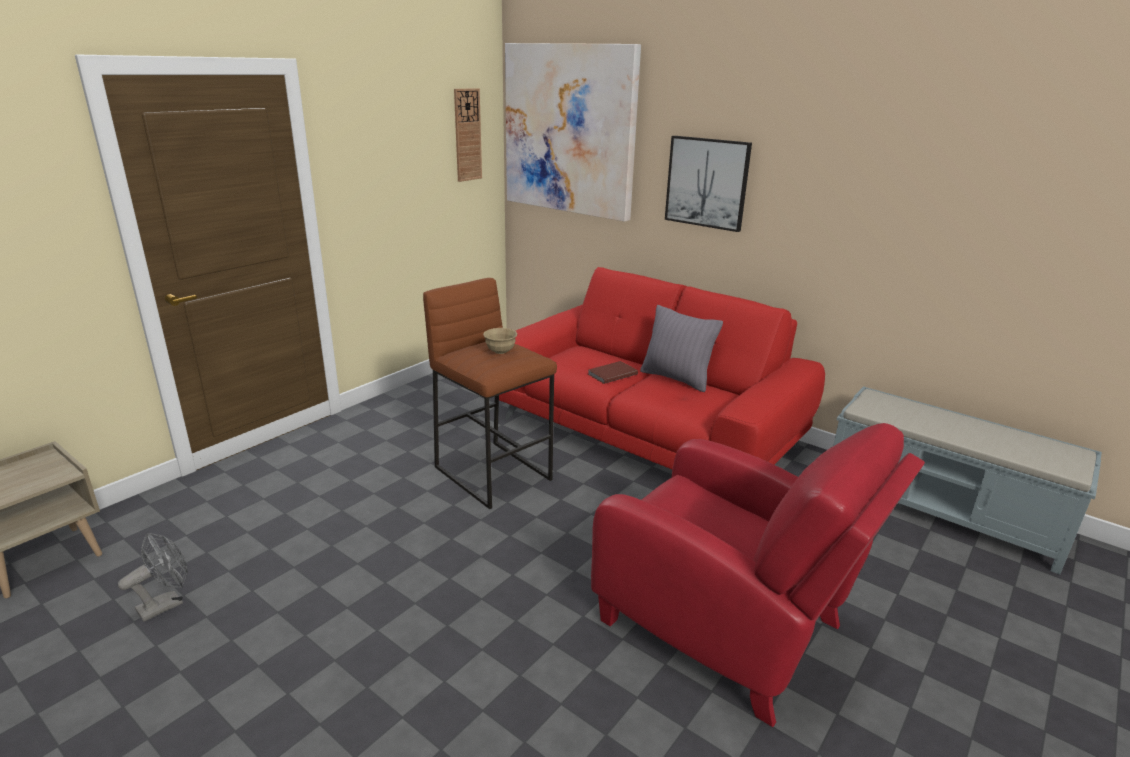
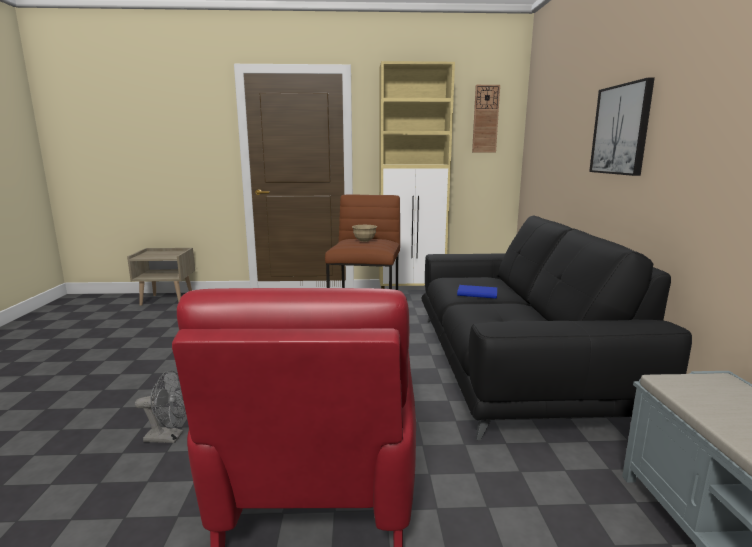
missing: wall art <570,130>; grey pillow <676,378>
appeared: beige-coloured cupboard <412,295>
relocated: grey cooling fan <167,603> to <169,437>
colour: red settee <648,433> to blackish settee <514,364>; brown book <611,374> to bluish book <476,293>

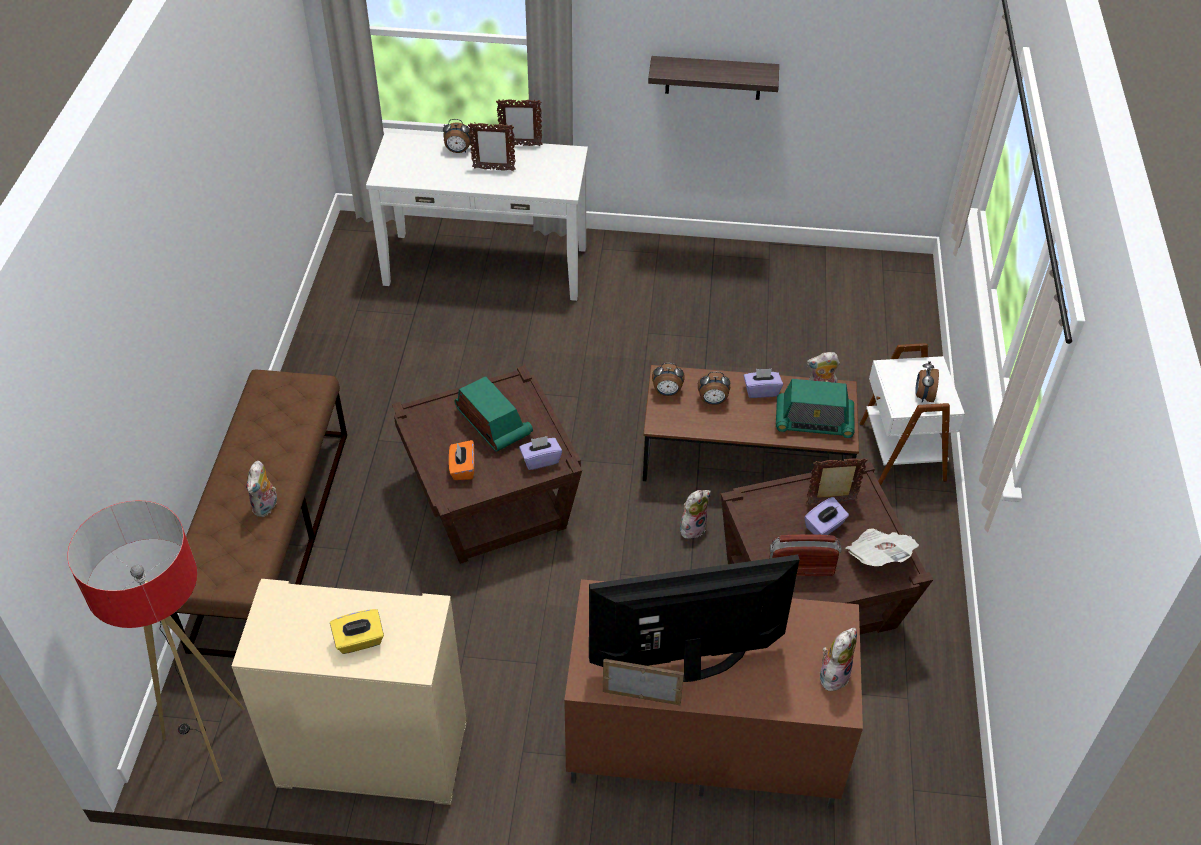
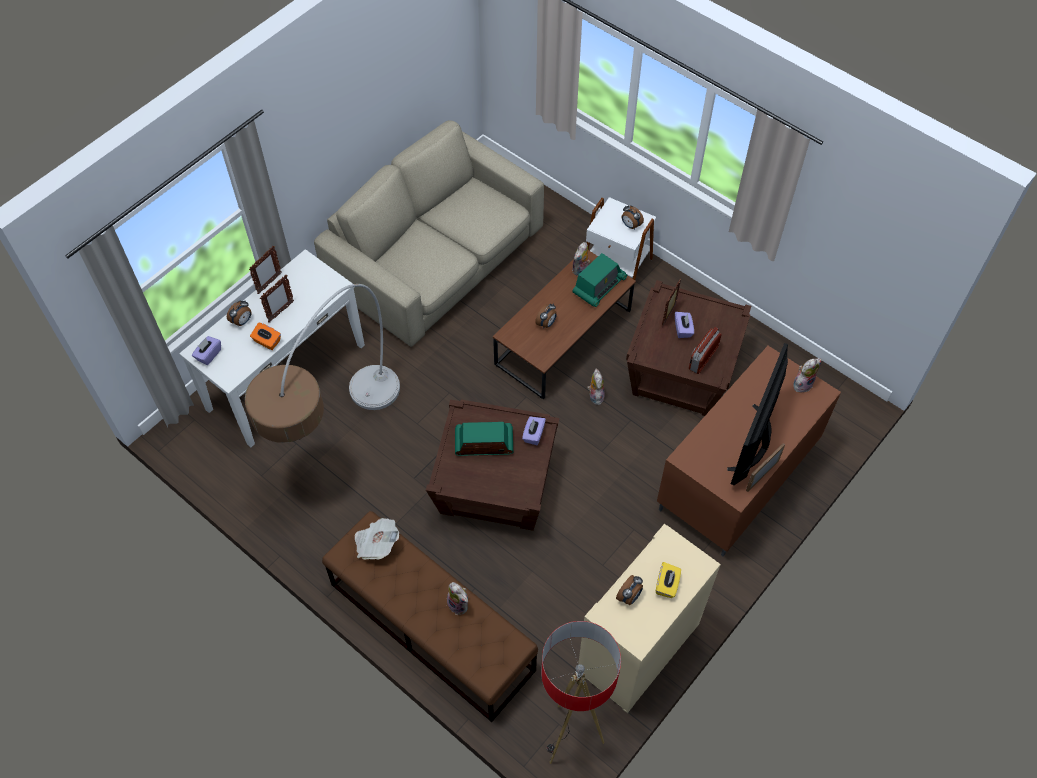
missing: bracket shelf <713,78>
appeared: standing lamp <337,442>; beige-coloured settee <436,257>
relocated: purple-coloured box of tissues <761,391> to <208,355>; orangey box of tissues <462,468> to <267,342>; printed paper <878,557> to <376,544>; table clock <667,392> to <629,597>
spun: plush toy <833,674> = <802,383> 75 degrees clockwise

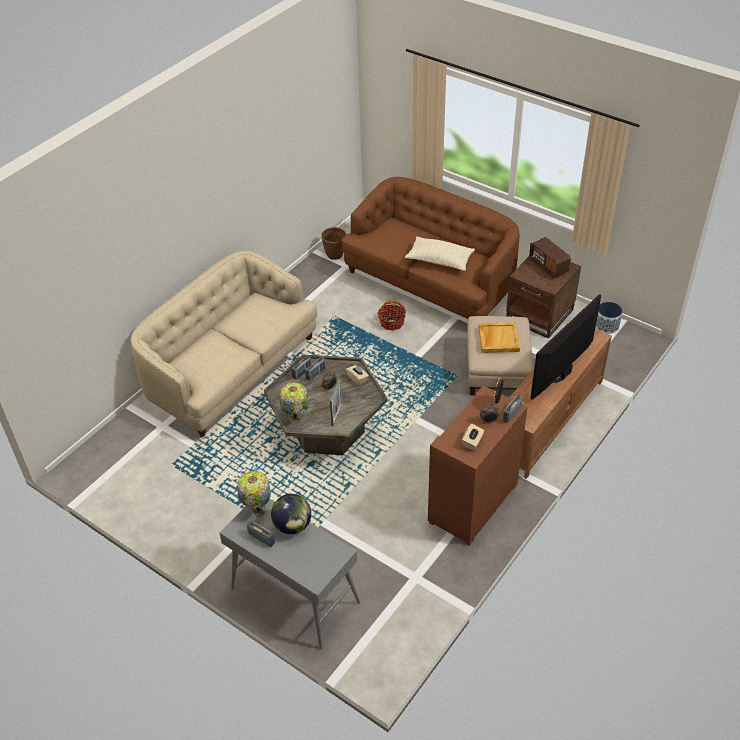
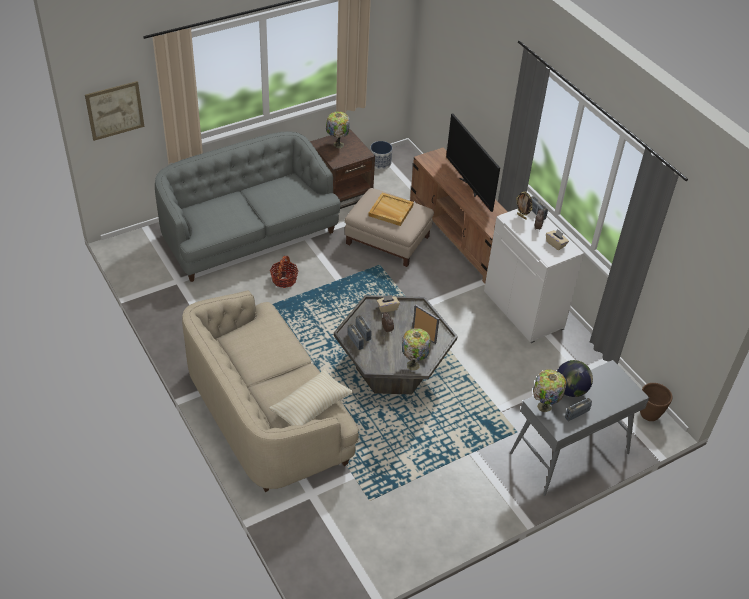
appeared: wall art <115,110>
relocated: beige-coloured pillow <440,260> to <311,407>; brown flower pot <335,255> to <649,414>
exchanged: radio set <548,266> to tabletop lamp <337,144>
colour: brown settee <431,281> to grey settee <248,235>; brown cupboard <473,503> to whitish cupboard <524,310>

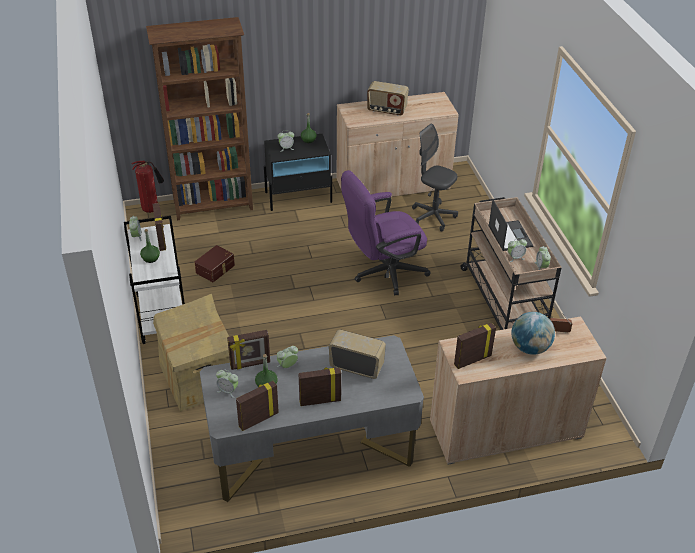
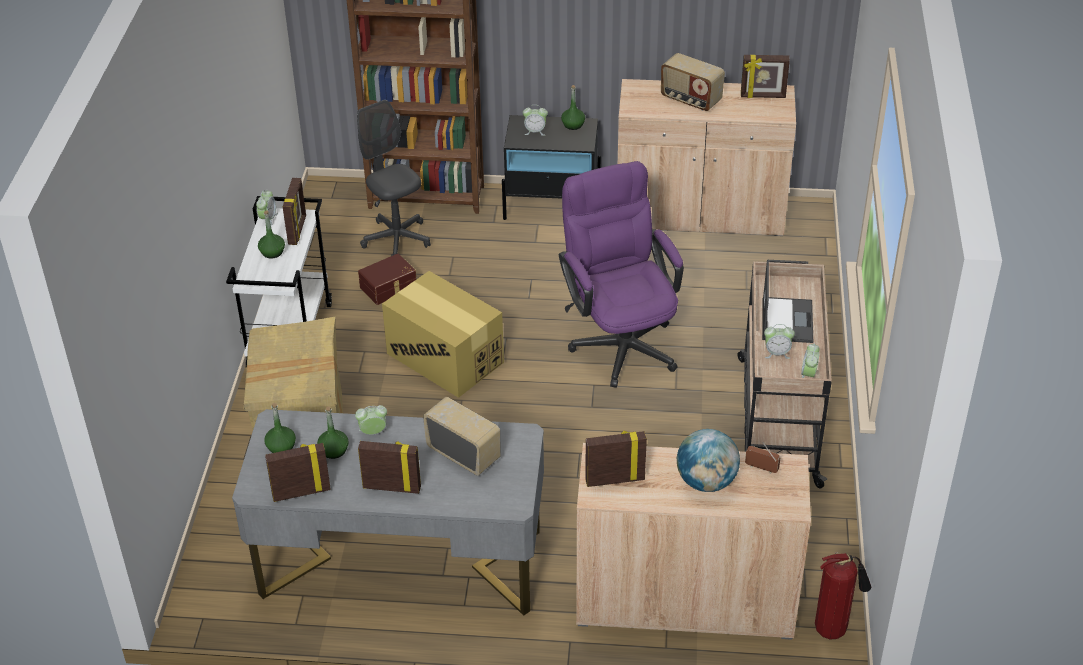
appeared: cardboard box <445,357>
relocated: grey desk chair <433,217> to <396,239>; standing frame <250,364> to <763,96>; fire extinguisher <152,208> to <833,629>
exchanged: table clock <228,391> to green drink bottle <281,447>
spun: purple-coloured desk chair <383,273> = <620,340> 75 degrees clockwise

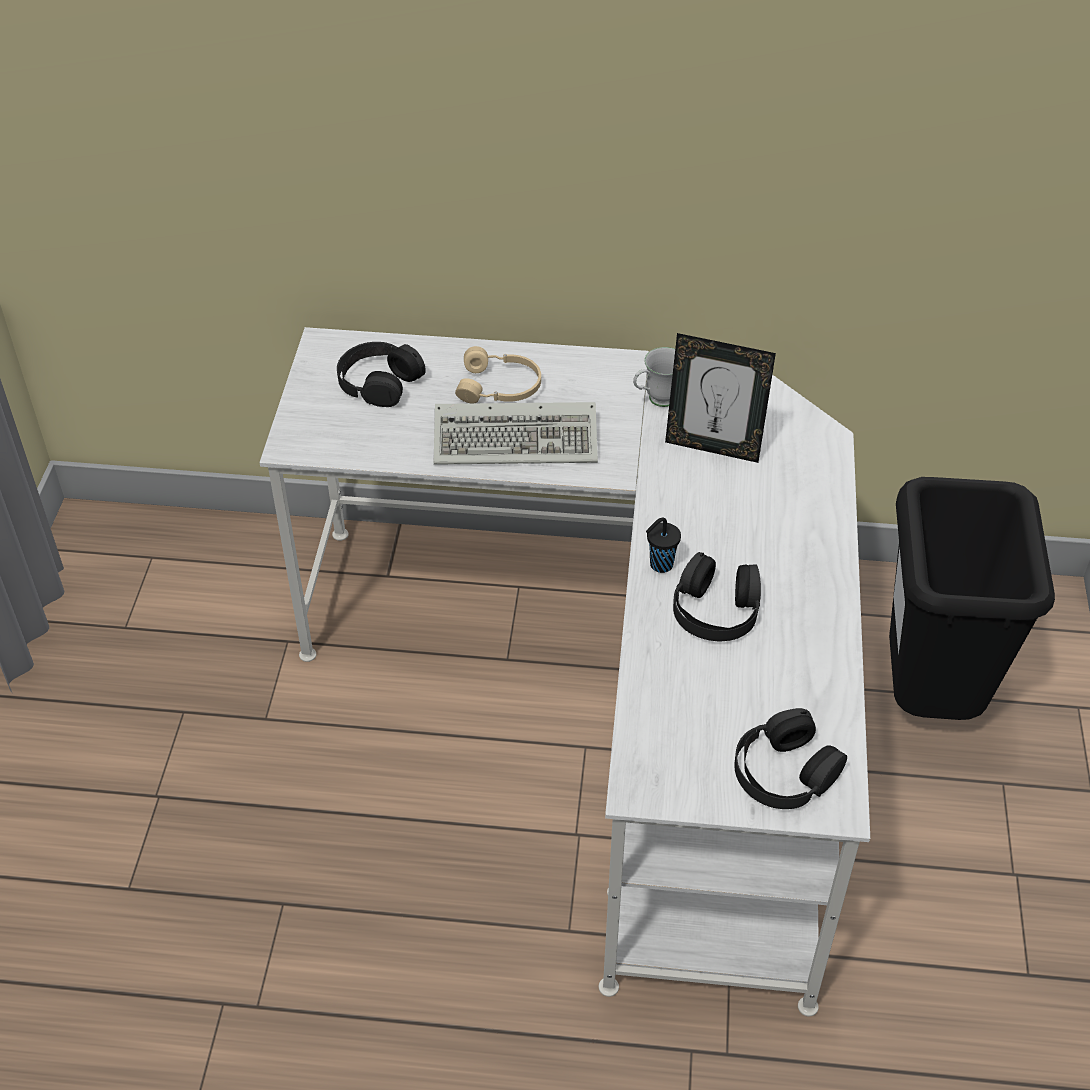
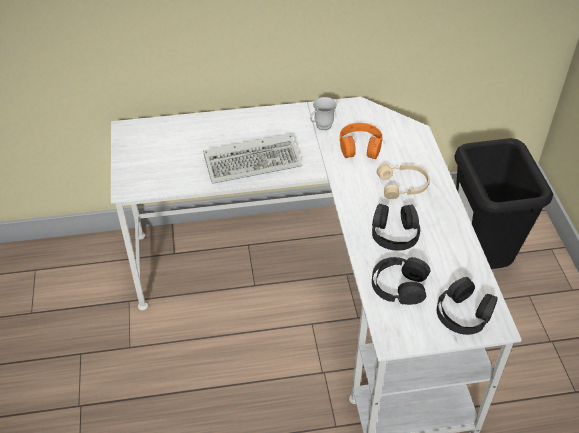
missing: blackish drinking cup <660,565>
relocated: blackish headphones <379,382> to <399,285>; beige-coloured headphones <500,388> to <403,186>
exchanged: standing frame <713,447> to orangey headphones <360,146>

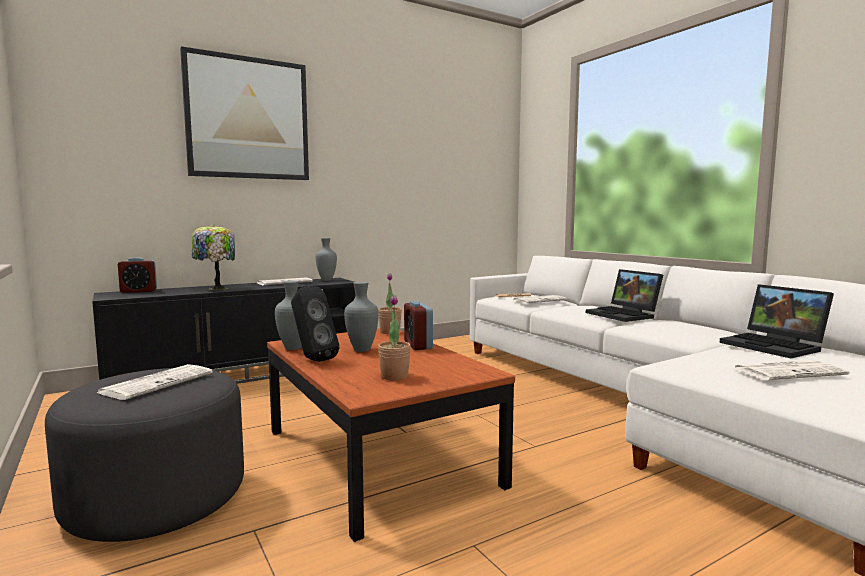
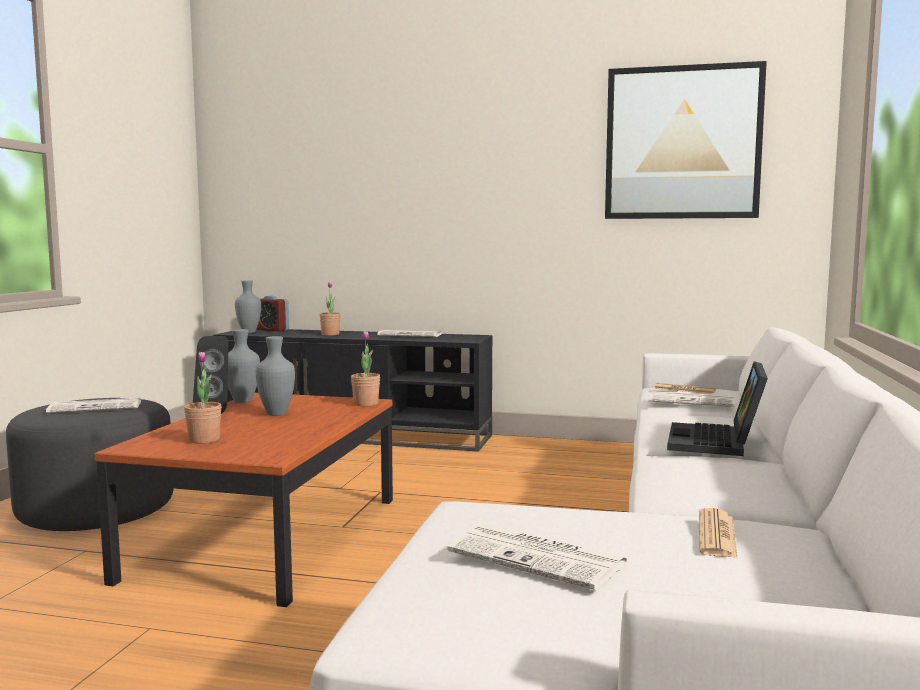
missing: table clock <418,345>
relocated: grey decorative vase <326,280> to <248,332>; wall art <248,118> to <682,143>
exchanged: tabletop lamp <216,288> to potted plant <330,334>; notebook computer <775,346> to printed paper <716,534>

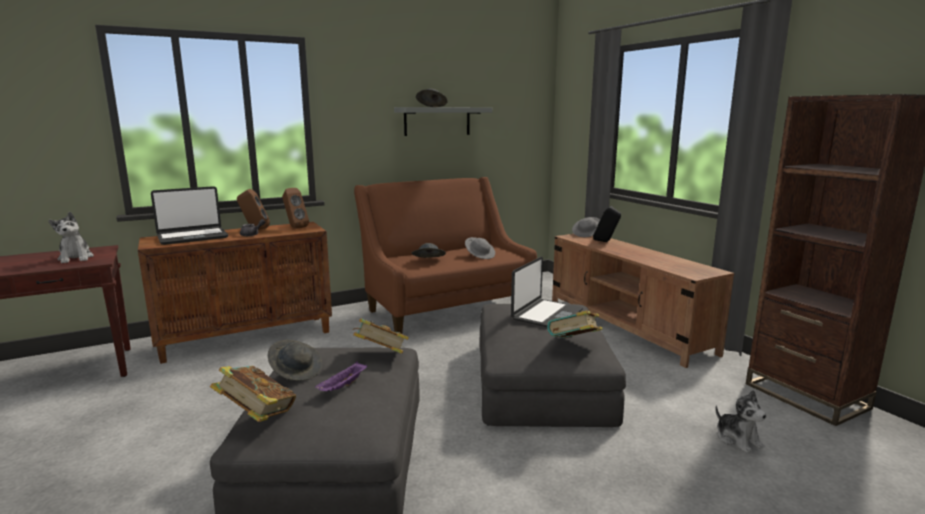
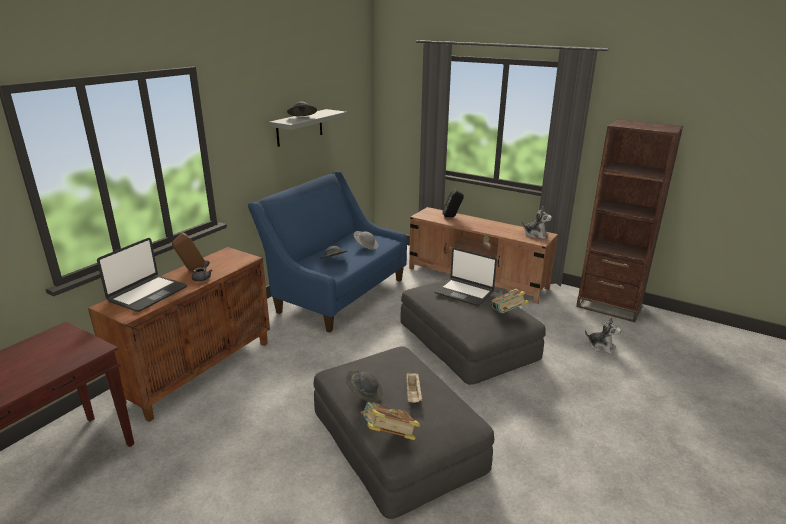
missing: brown audio speaker <295,228>; book <381,356>; grey clothing hat <587,234>
relocated: plush toy <76,258> to <535,235>
colour: brown settee <446,308> to bluish settee <336,293>; purple-coloured tray <343,387> to beige-coloured tray <413,394>
spun: notebook computer <546,315> = <464,292> 120 degrees clockwise

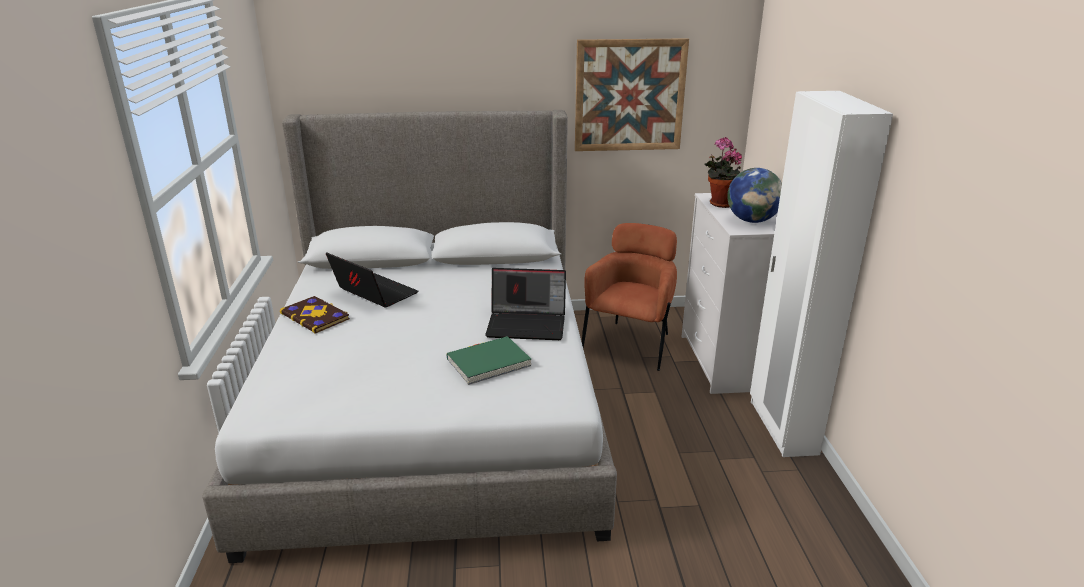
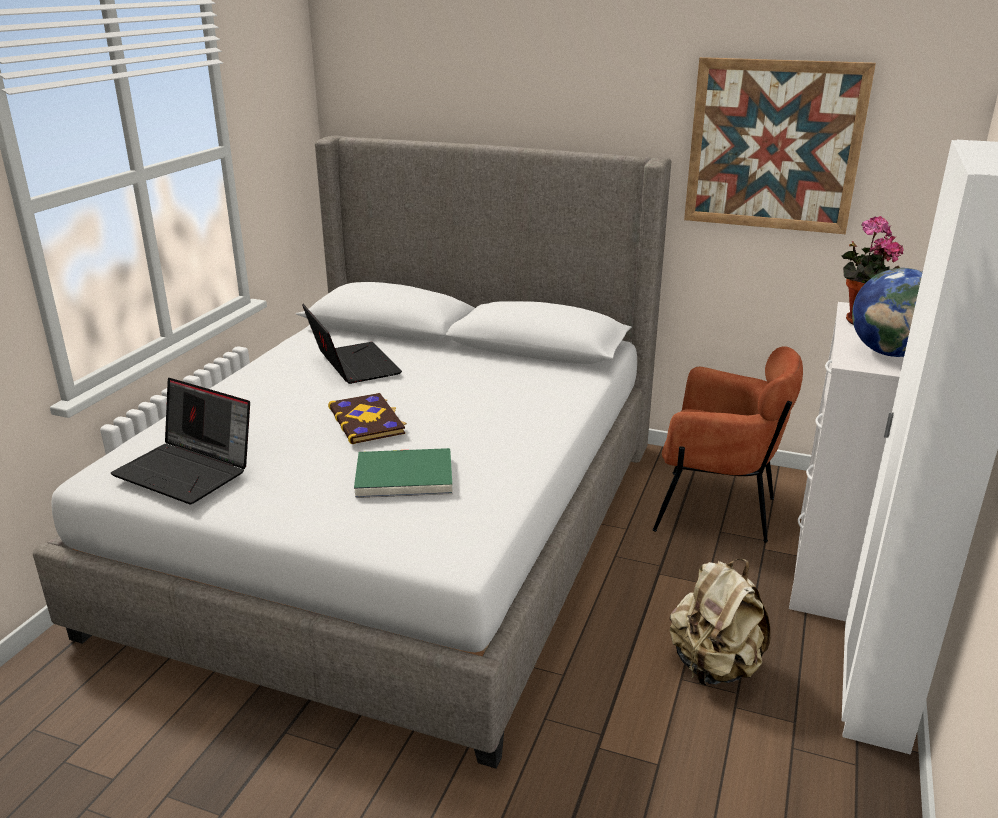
appeared: beige-coloured backpack <714,666>
relocated: notebook computer <527,324> to <188,470>; book <316,316> to <367,420>
spun: brown lounge chair <630,344> = <715,510> 60 degrees clockwise

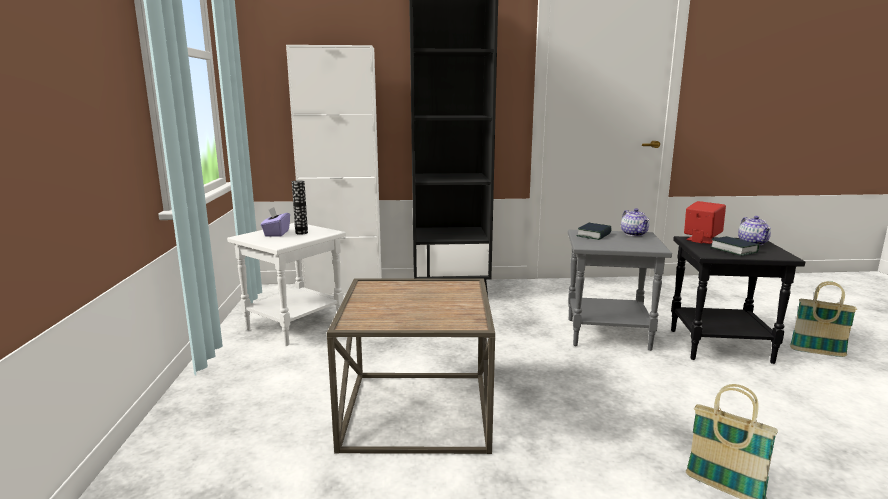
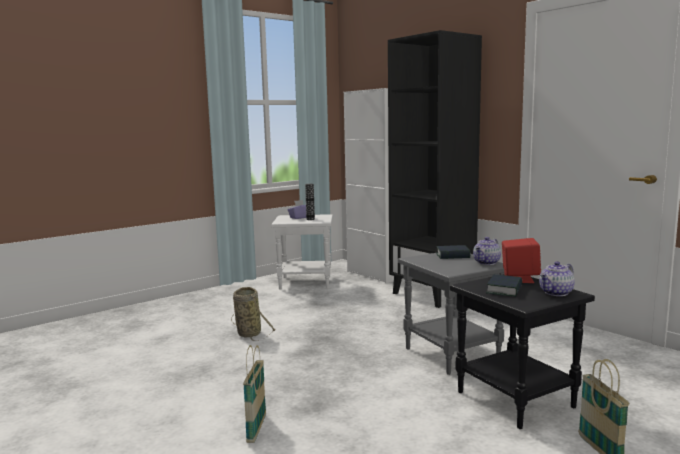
exchanged: brown accent table <415,410> to storage basket <248,333>

